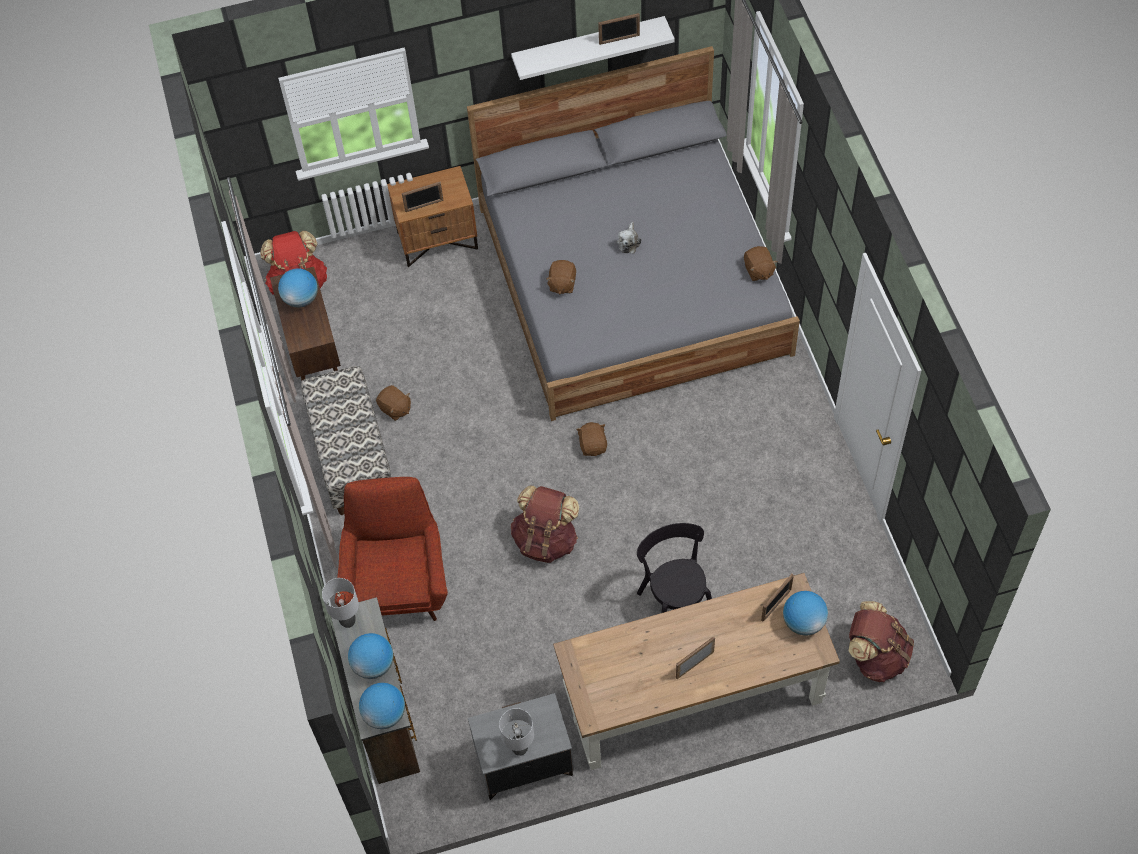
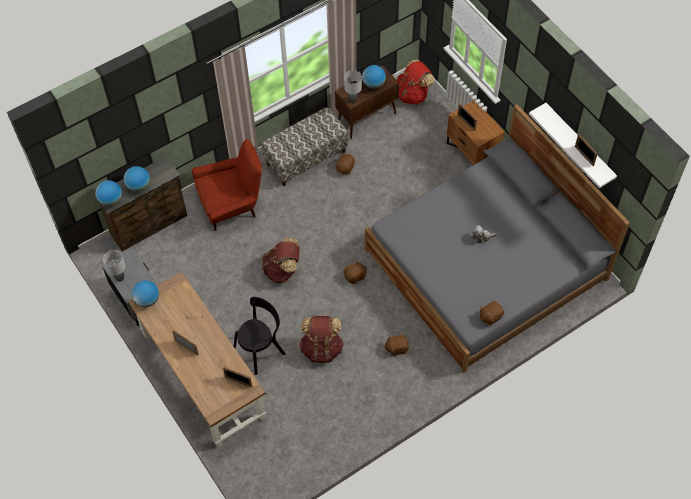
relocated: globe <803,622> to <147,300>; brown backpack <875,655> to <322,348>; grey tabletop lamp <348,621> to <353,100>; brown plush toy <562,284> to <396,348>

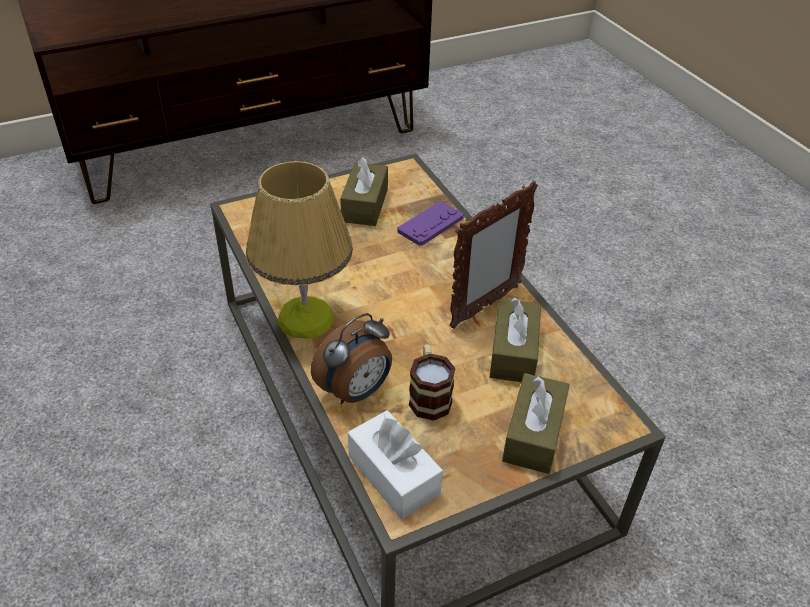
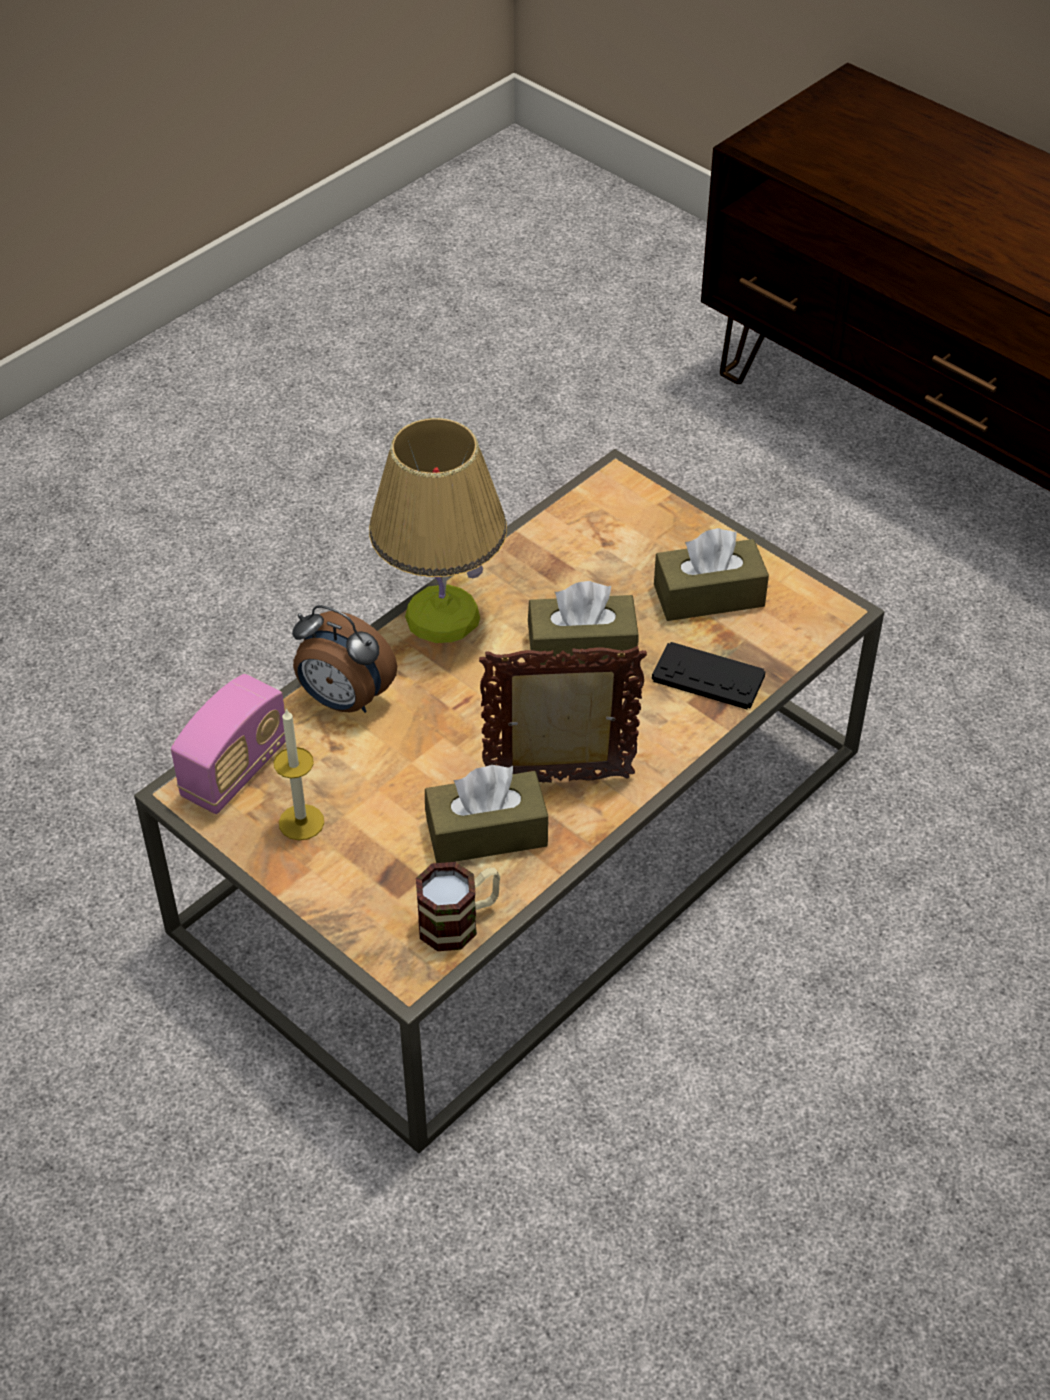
appeared: candle <301,822>
relocated: tea mug <429,395> to <460,921>; brown box of tissues <533,434> to <582,648>
exchanged: whitish box of tissues <393,475> to radio set <235,770>
colour: purple-coloured gamepad <430,224> to blackish gamepad <708,677>
spun: standing frame <484,307> = <560,782> 150 degrees clockwise

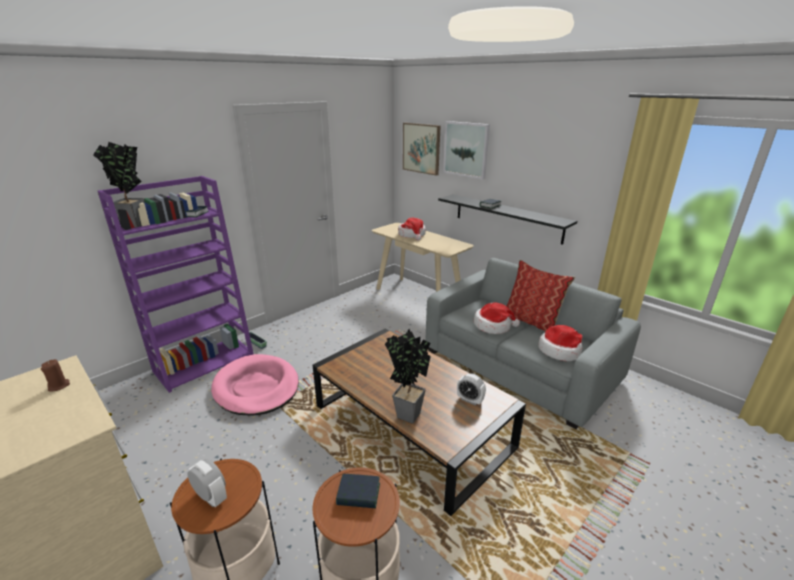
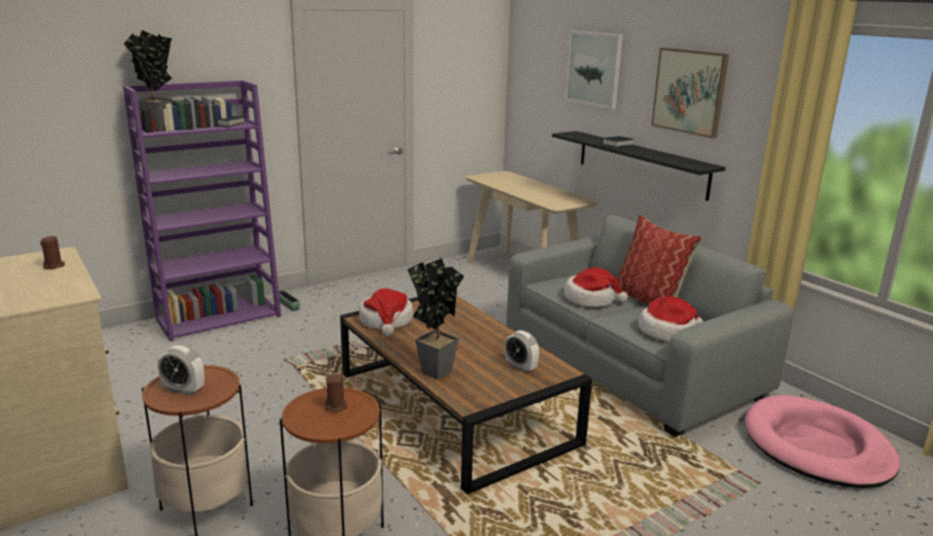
relocated: clothing hat <412,235> to <386,321>; wall art <421,148> to <689,91>; pink pet bed <256,388> to <817,447>
exchanged: book <358,494> to brown candle <336,406>
spun: table clock <211,497> = <183,390> 150 degrees clockwise

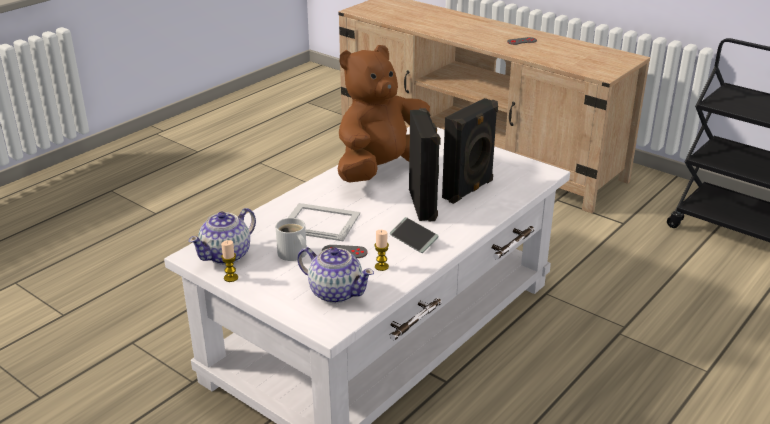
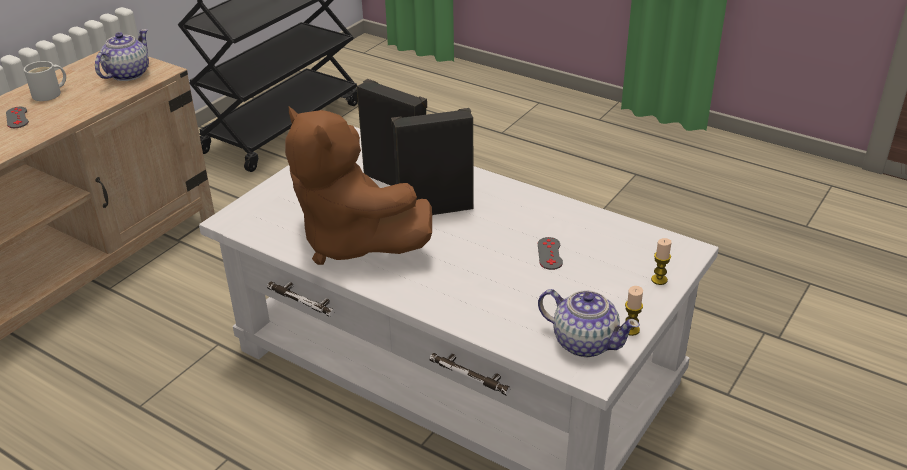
missing: standing frame <319,221>; telephone <413,239>
relocated: whitish tea mug <293,255> to <49,94>; tea pot <335,292> to <127,74>; candle <381,267> to <659,280>

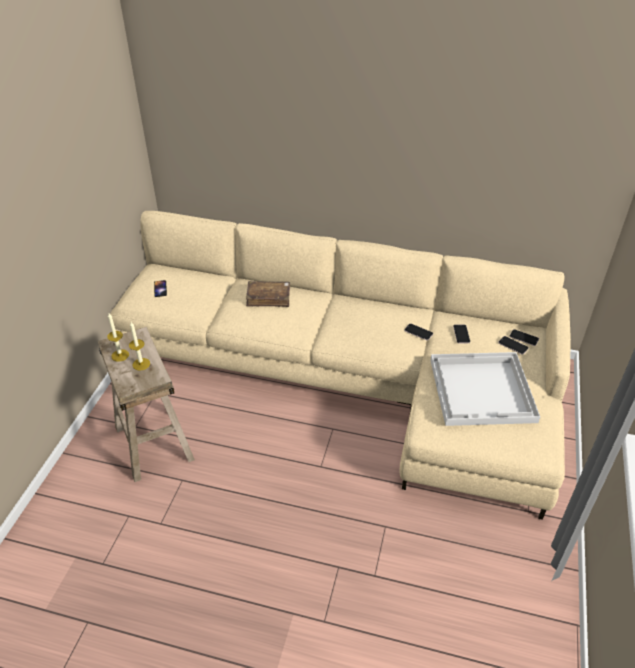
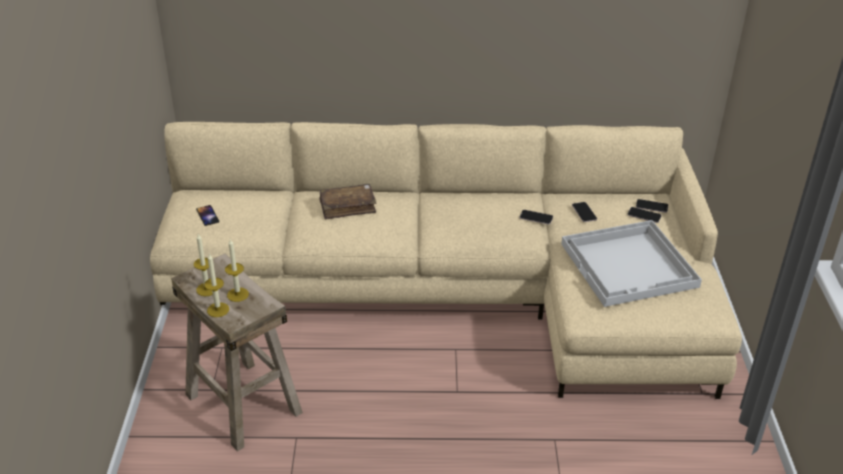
appeared: candle <218,310>

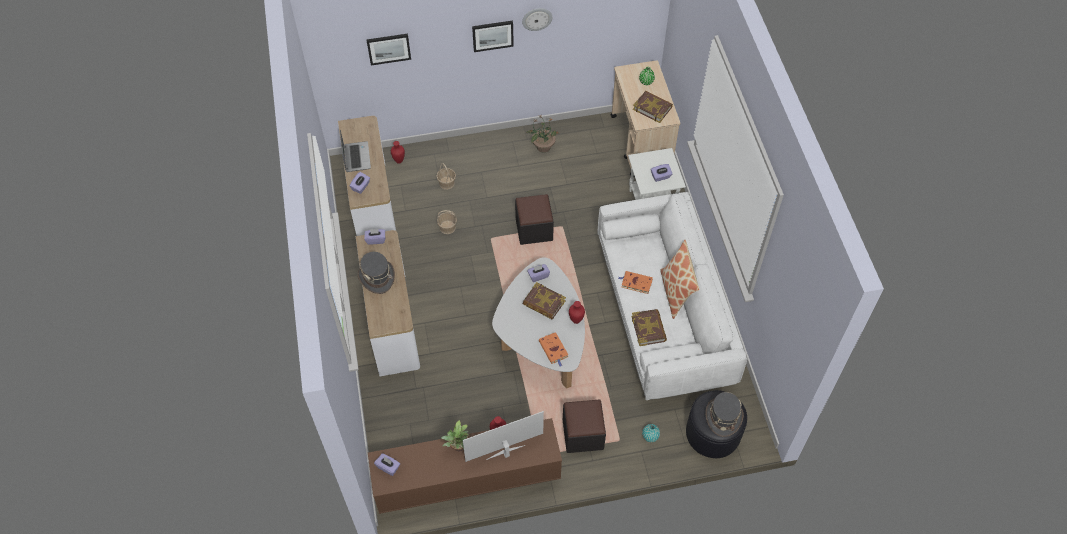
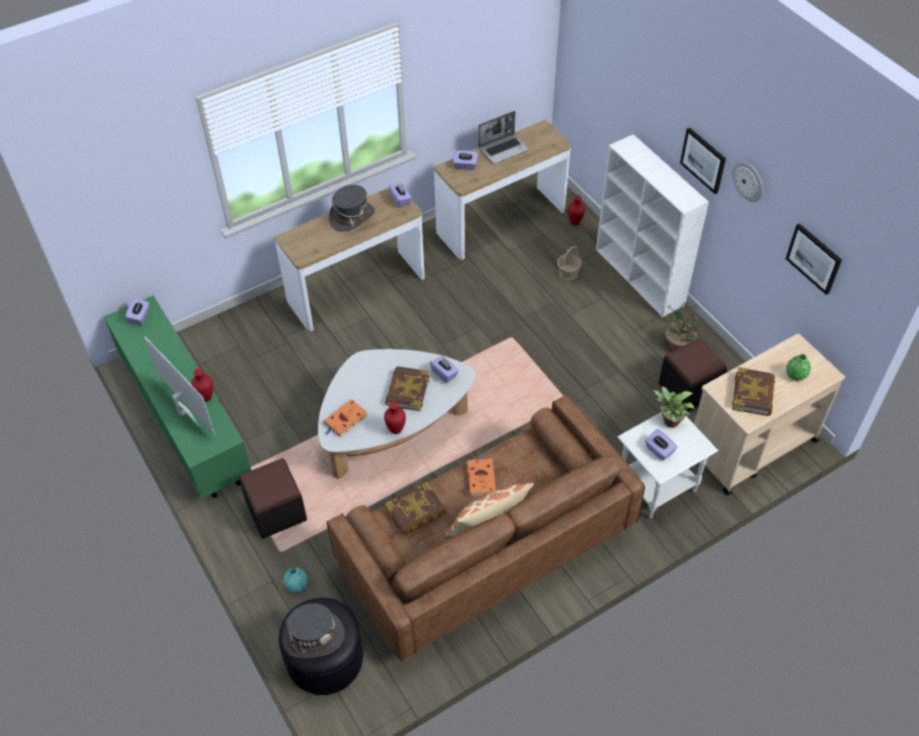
missing: storage basket <447,227>
appeared: whitish bookshelf <640,277>
relocated: potted plant <458,447> to <669,421>; blackish pouffe <534,229> to <688,389>; wall art <388,48> to <814,258>
colour: brown media console <466,479> to green media console <185,417>; whitish settee <663,313> to brown settee <486,549>

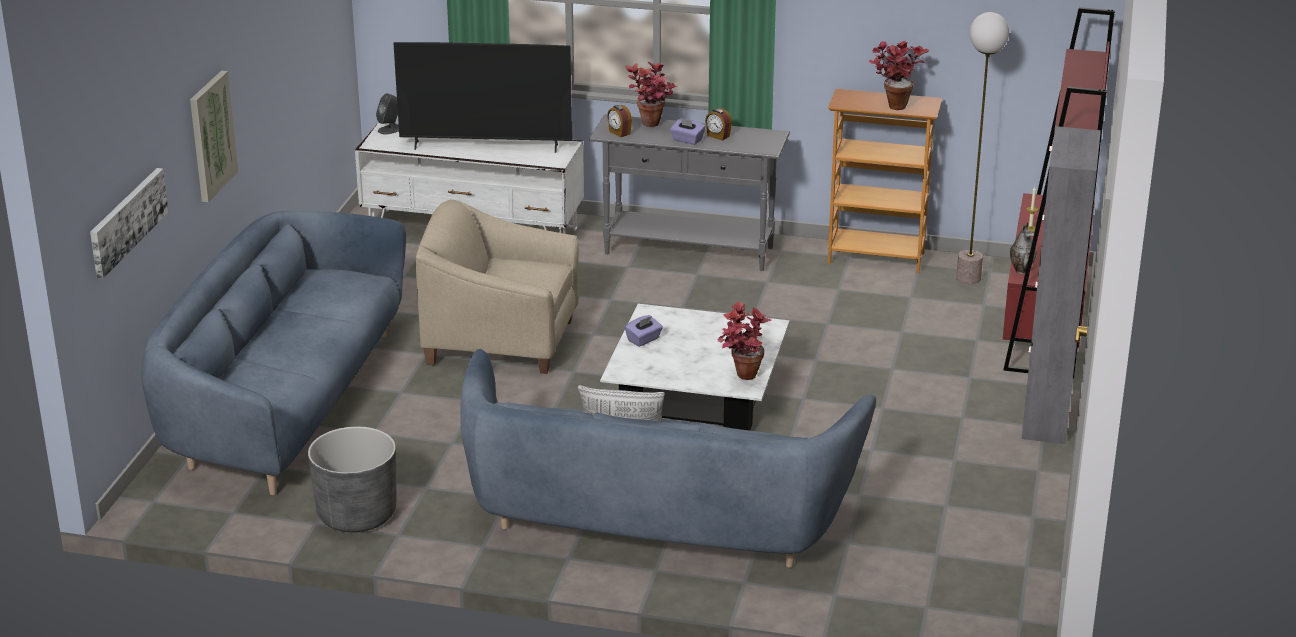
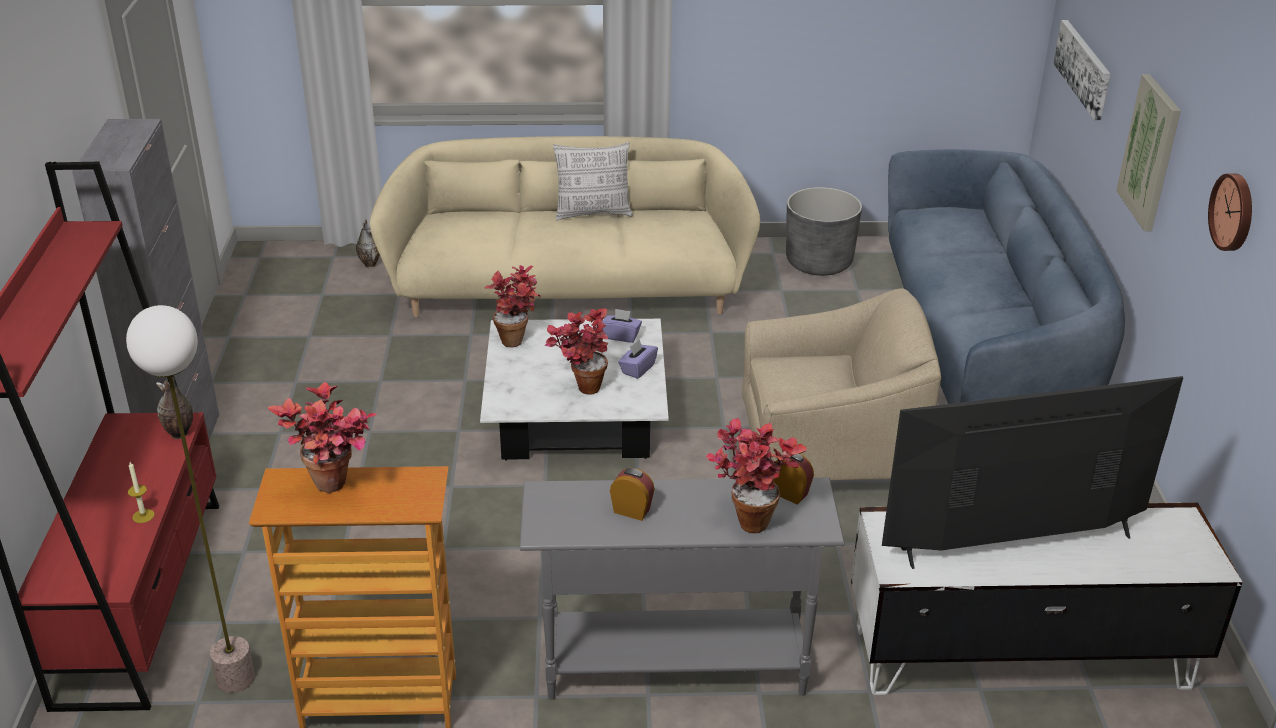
missing: grey audio speaker <390,129>
appeared: decorative vase <370,264>; potted plant <580,388>; hanging clock <1234,212>
relocated: purple-coloured box of tissues <687,140> to <621,336>
colour: bluish settee <655,521> to beige-coloured settee <569,289>

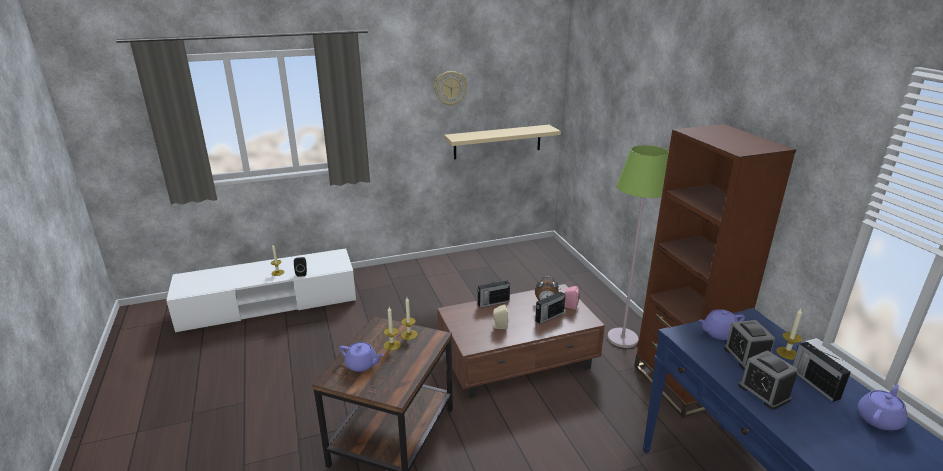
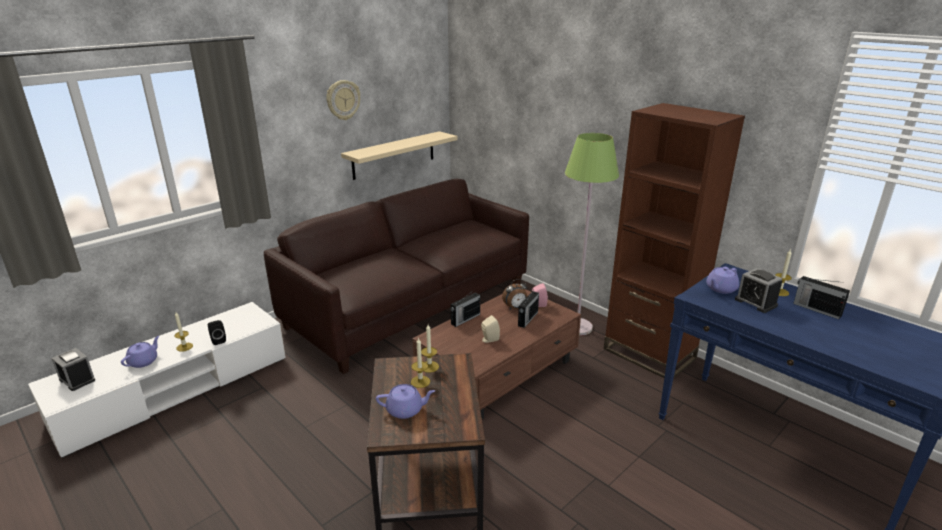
appeared: brown settee <410,306>
relocated: table clock <764,392> to <77,380>; purple-coloured tea pot <879,419> to <144,361>

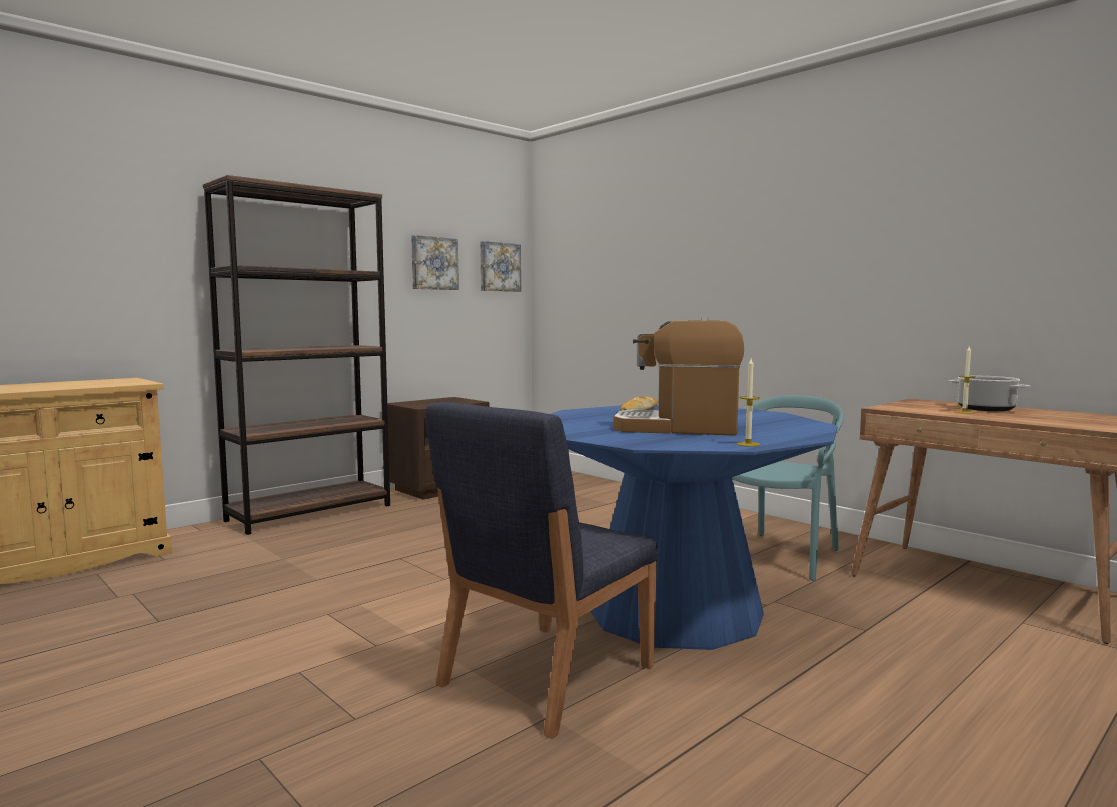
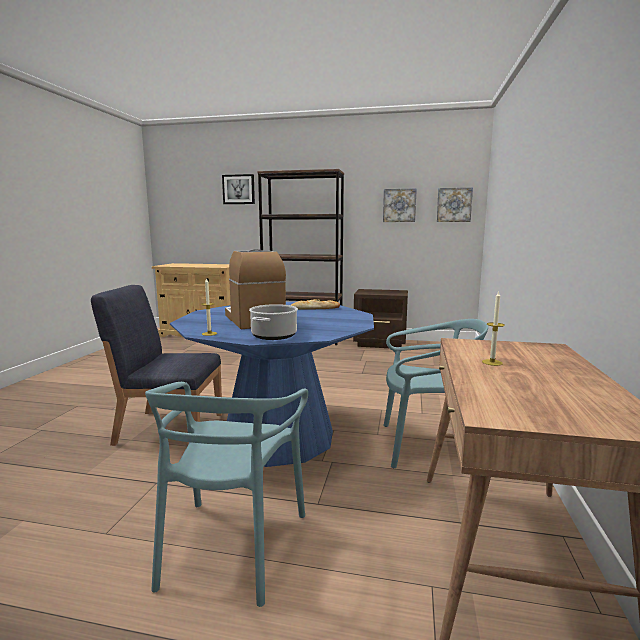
appeared: turquoise-coloured plain chair <231,546>; wall art <238,189>
relocated: cooking pot <985,409> to <274,335>

